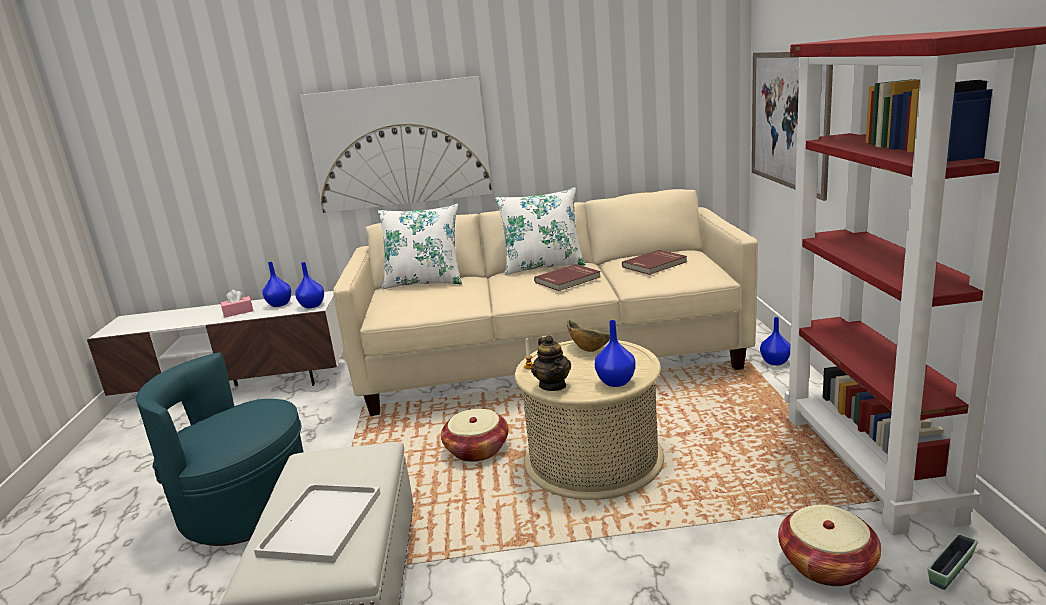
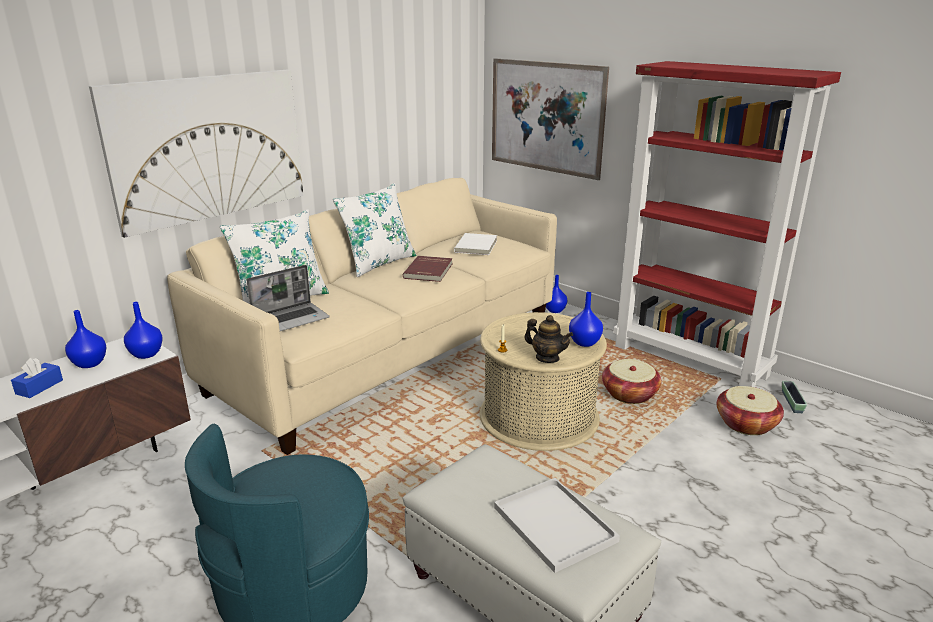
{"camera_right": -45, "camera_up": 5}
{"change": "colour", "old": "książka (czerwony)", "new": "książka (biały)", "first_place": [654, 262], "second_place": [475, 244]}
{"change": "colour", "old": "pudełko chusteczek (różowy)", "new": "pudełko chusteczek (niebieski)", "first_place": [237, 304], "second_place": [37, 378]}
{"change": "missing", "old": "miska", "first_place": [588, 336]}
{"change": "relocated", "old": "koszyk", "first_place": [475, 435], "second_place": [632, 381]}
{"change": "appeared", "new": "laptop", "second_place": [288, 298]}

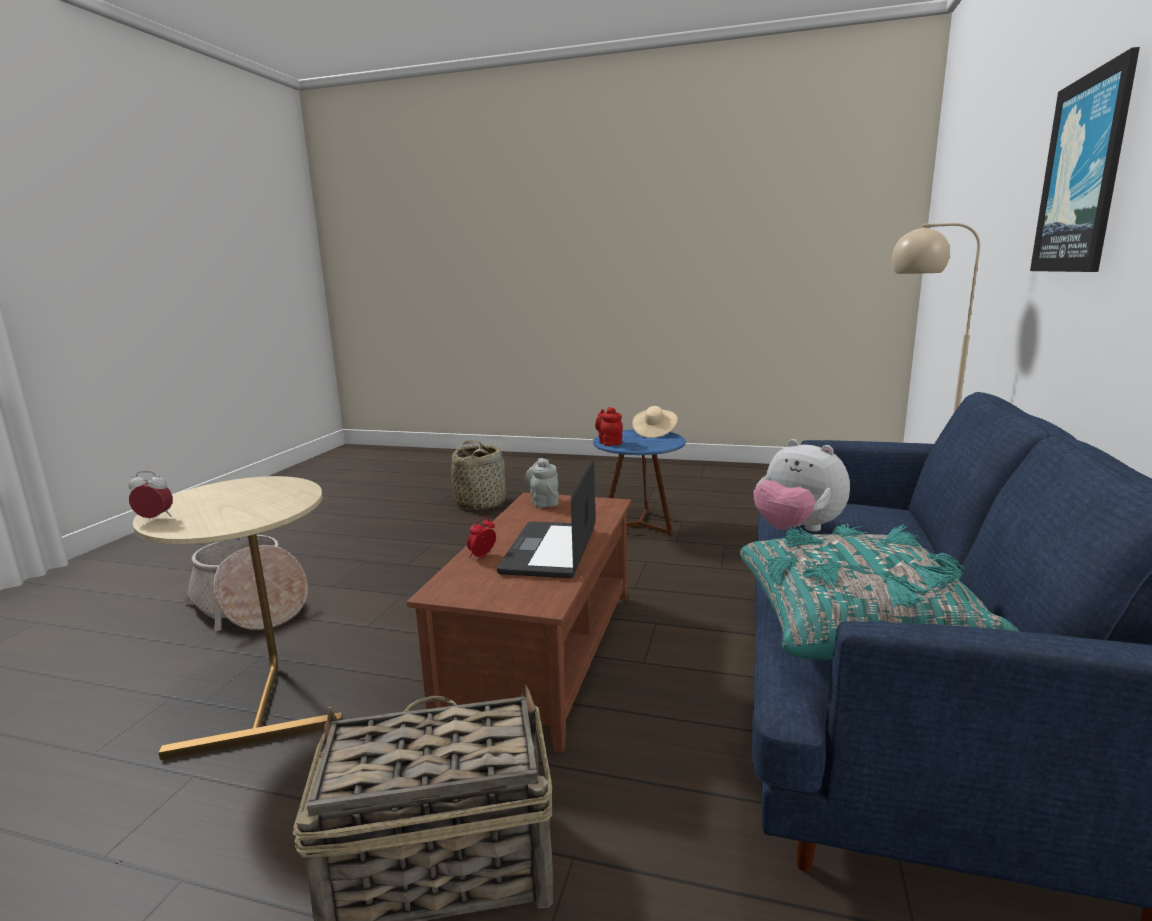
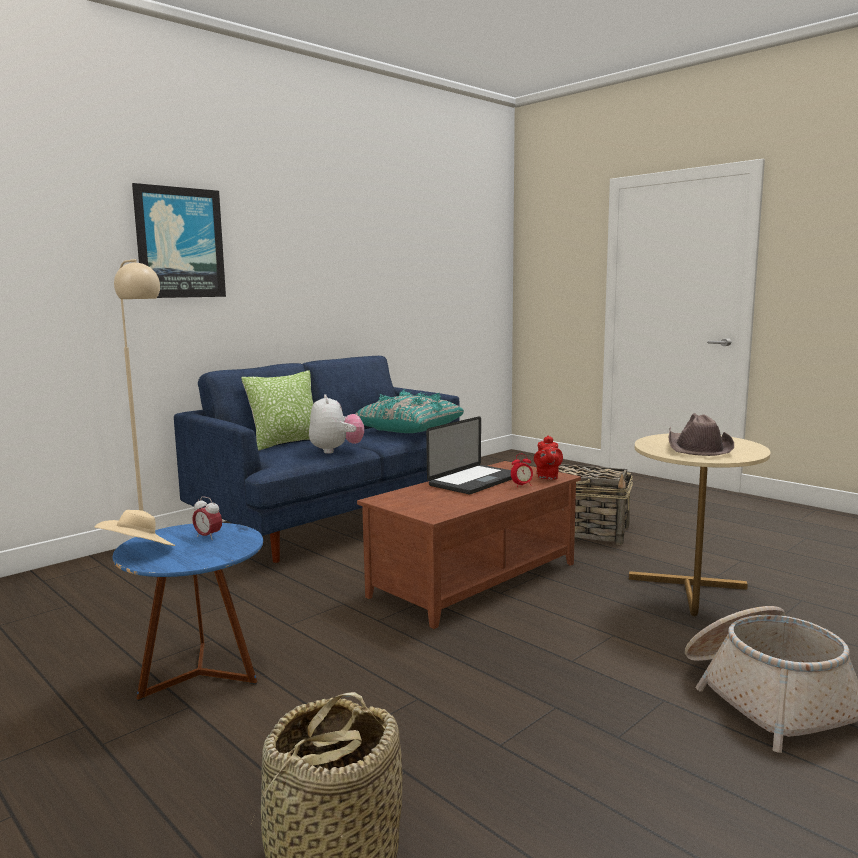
{"camera_right": -150, "camera_up": -5}
{"change": "relocated", "old": "imbryk (czerwony)", "first_place": [609, 426], "second_place": [548, 457]}
{"change": "missing", "old": "imbryk (szary)", "first_place": [542, 483]}
{"change": "relocated", "old": "budzik", "first_place": [150, 494], "second_place": [207, 518]}
{"change": "appeared", "new": "poduszka", "second_place": [277, 410]}
{"change": "appeared", "new": "kapelusz (brązowy)", "second_place": [701, 434]}

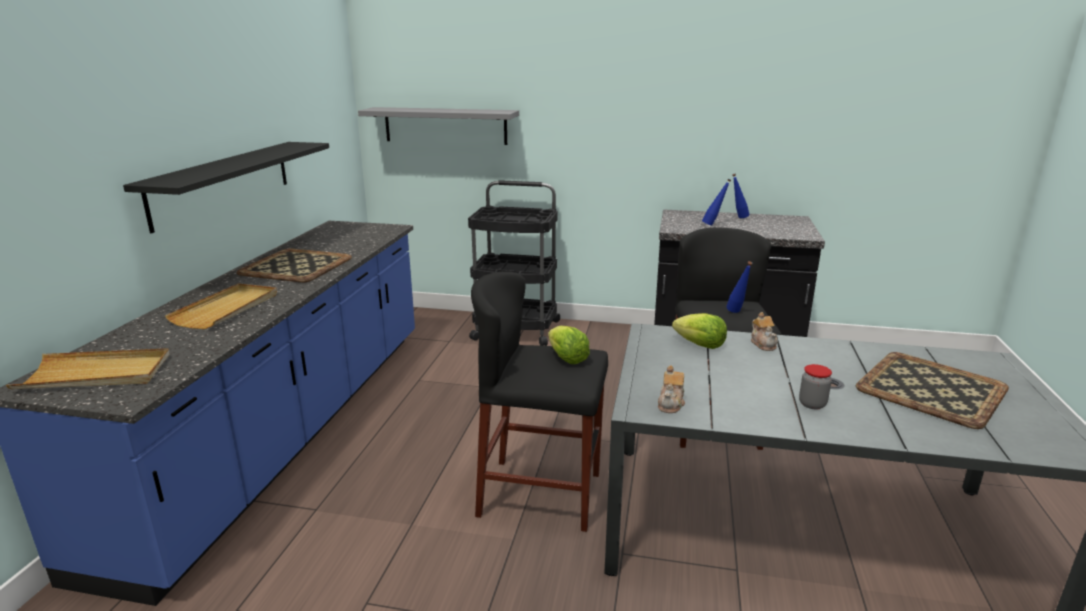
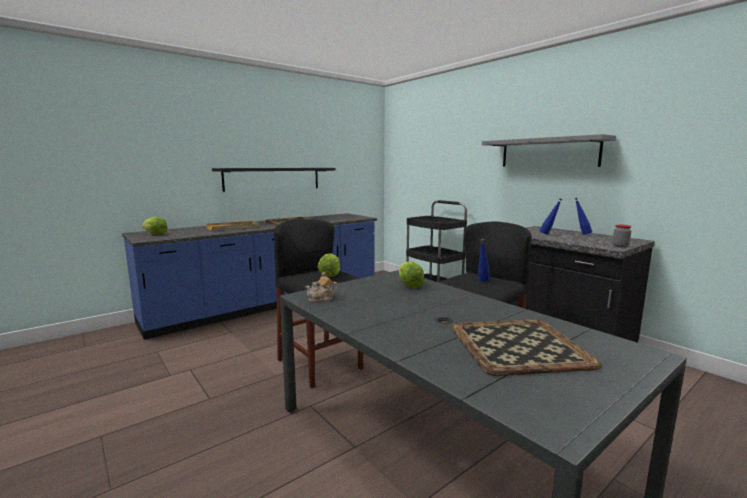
{"camera_right": 40, "camera_up": -10}
{"change": "relocated", "old": "półka (szary)", "first_place": [438, 126], "second_place": [549, 150]}
{"change": "missing", "old": "imbryk", "first_place": [764, 331]}
{"change": "exchanged", "old": "taca (beżowy)", "new": "sałata", "first_place": [88, 368], "second_place": [155, 226]}
{"change": "relocated", "old": "słoik", "first_place": [815, 386], "second_place": [622, 236]}

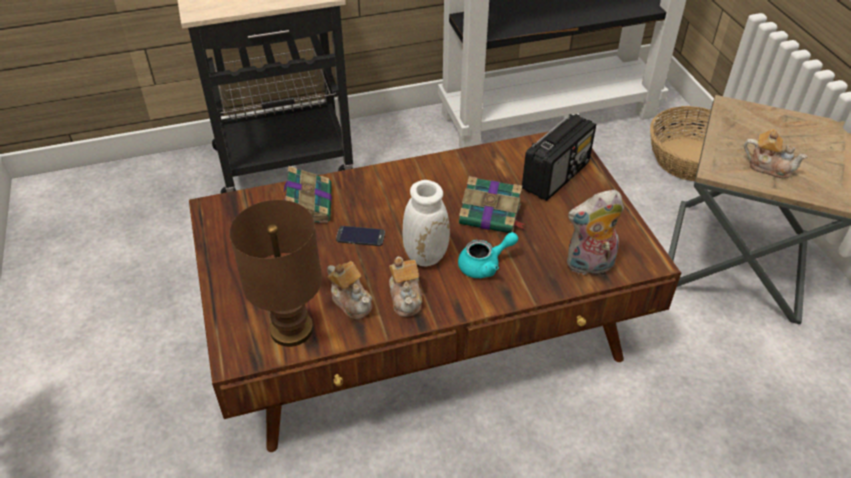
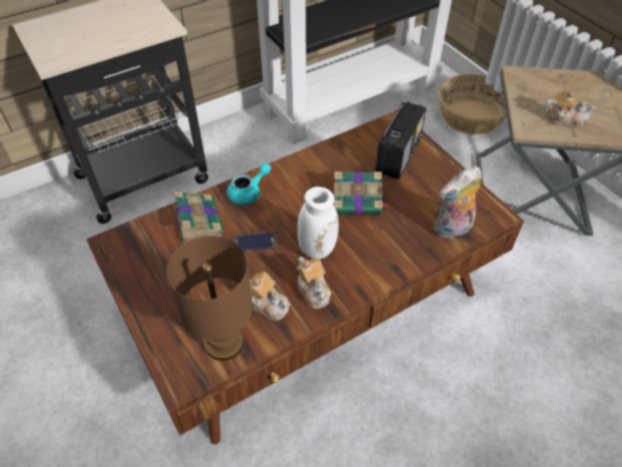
{"camera_right": -15, "camera_up": 5}
{"change": "relocated", "old": "imbryk (turkusowy)", "first_place": [488, 255], "second_place": [249, 184]}

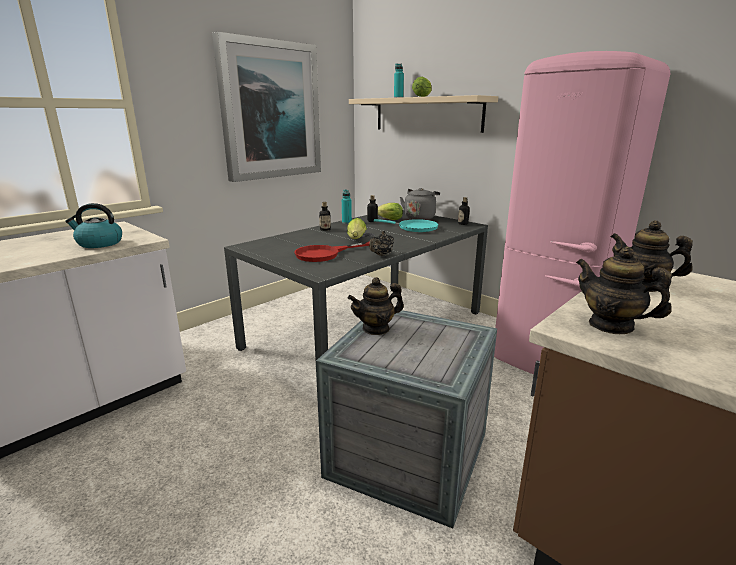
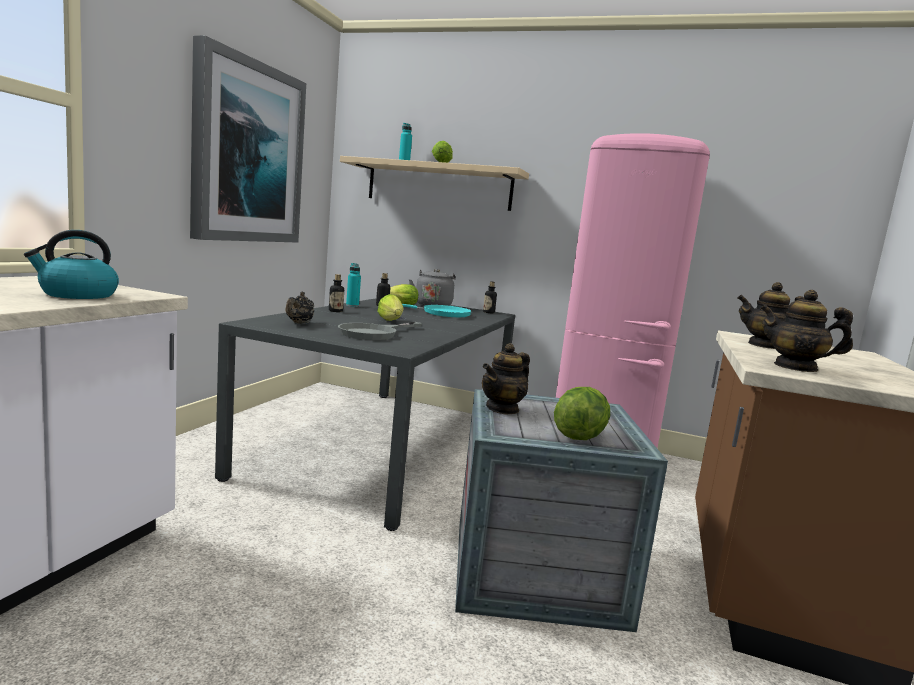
{"camera_right": -25, "camera_up": -10}
{"change": "relocated", "old": "imbryk (czarny)", "first_place": [381, 243], "second_place": [300, 308]}
{"change": "colour", "old": "patelnia (czerwony)", "new": "patelnia (szary)", "first_place": [332, 251], "second_place": [380, 331]}
{"change": "appeared", "new": "sałata", "second_place": [582, 413]}

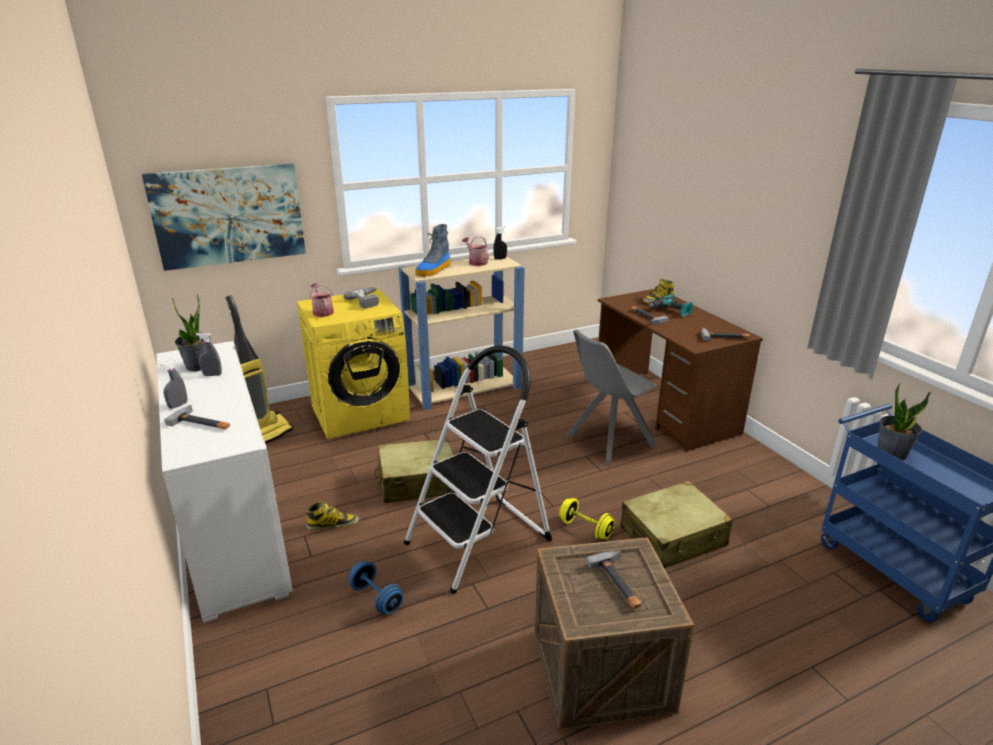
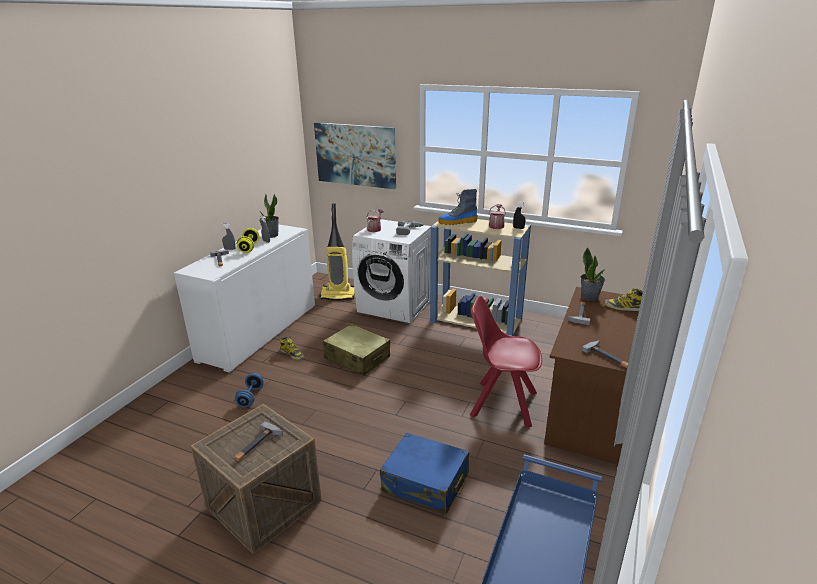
{"camera_right": 50, "camera_up": 0}
{"change": "colour", "old": "pralka (żółty)", "new": "pralka (biały)", "first_place": [353, 364], "second_place": [391, 271]}
{"change": "missing", "old": "wiertarka", "first_place": [671, 305]}
{"change": "colour", "old": "krzesło (szary)", "new": "krzesło (czerwony)", "first_place": [611, 397], "second_place": [506, 362]}
{"change": "missing", "old": "drabinka", "first_place": [477, 470]}
{"change": "relocated", "old": "roślina doniczkowa", "first_place": [904, 422], "second_place": [593, 274]}
{"change": "colour", "old": "walizka (beżowy)", "new": "walizka (niebieski)", "first_place": [676, 524], "second_place": [424, 473]}
{"change": "relocated", "old": "hantel (żółty)", "first_place": [587, 518], "second_place": [247, 240]}

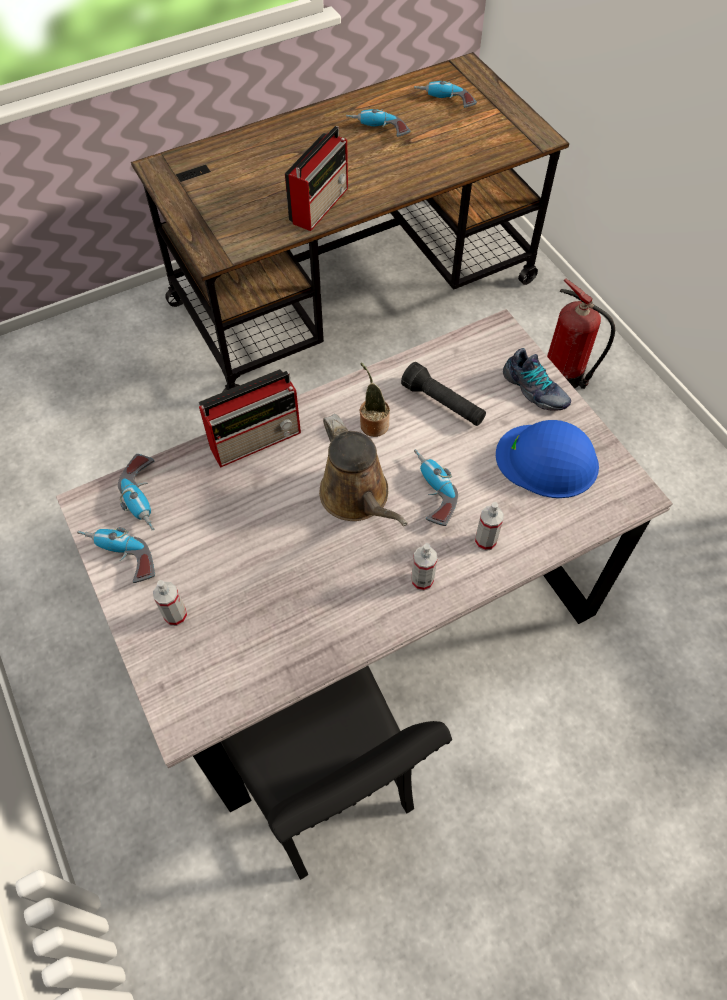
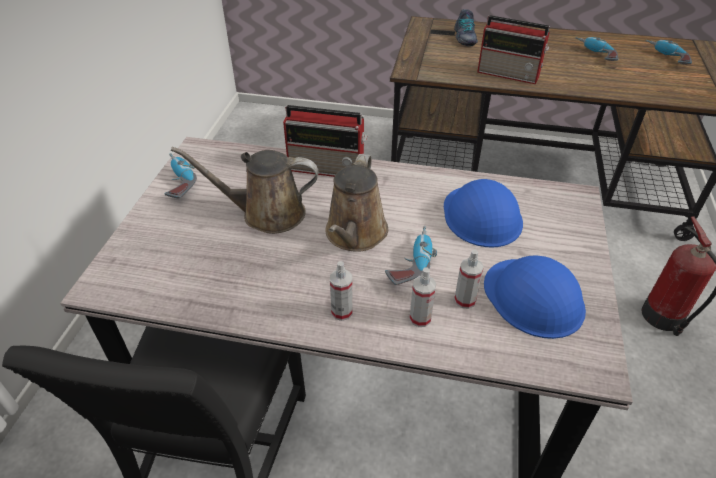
{"camera_right": 40, "camera_up": -15}
{"change": "spun", "old": "radio", "first_place": [316, 178], "second_place": [513, 49], "degrees": 45}
{"change": "relocated", "old": "but", "first_place": [537, 379], "second_place": [466, 27]}
{"change": "exchanged", "old": "latarka (czarny)", "new": "kask (niebieski)", "first_place": [443, 394], "second_place": [483, 213]}
{"change": "missing", "old": "roślina doniczkowa", "first_place": [375, 400]}
{"change": "missing", "old": "wiertarka", "first_place": [136, 492]}
{"change": "relocated", "old": "spryskiwacz", "first_place": [170, 603], "second_place": [469, 279]}
{"change": "appeared", "new": "konewka (brązowy)", "second_place": [244, 190]}

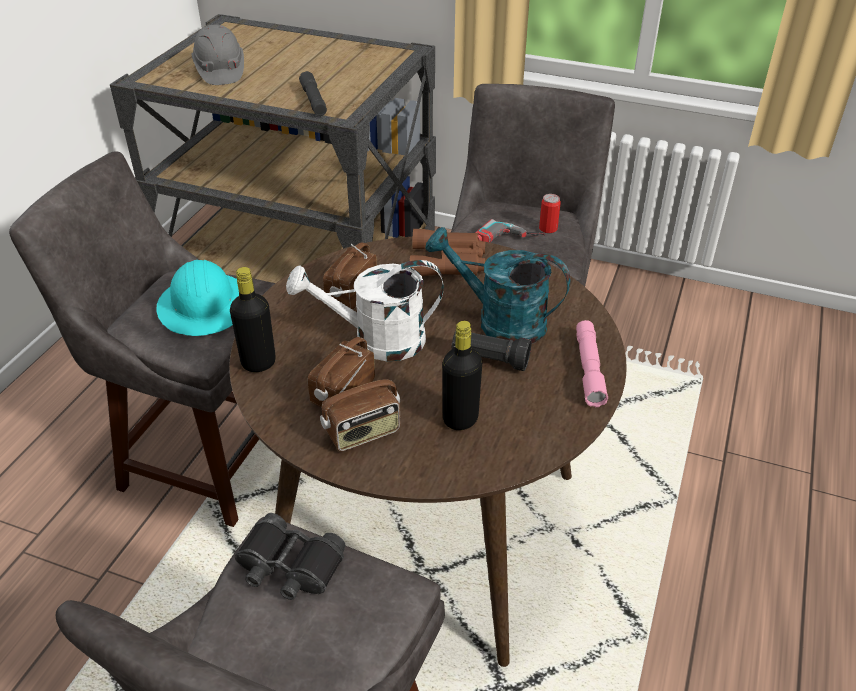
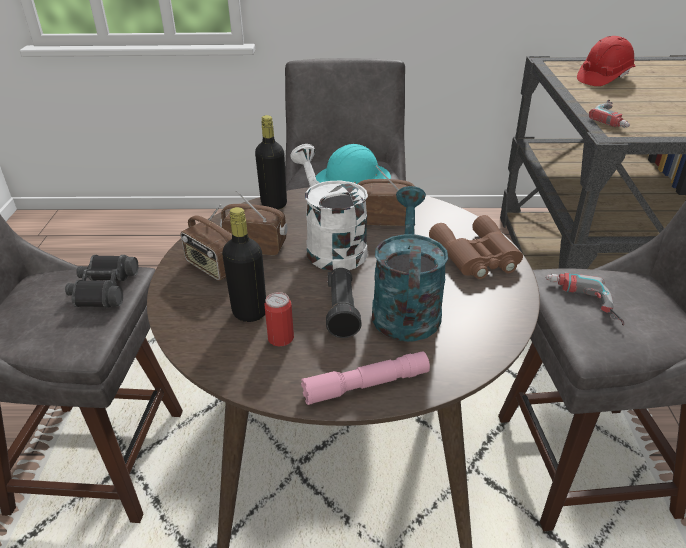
{"camera_right": 70, "camera_up": -5}
{"change": "colour", "old": "kask (szary)", "new": "kask (czerwony)", "first_place": [217, 54], "second_place": [606, 61]}
{"change": "exchanged", "old": "latarka (szary)", "new": "wiertarka", "first_place": [313, 93], "second_place": [609, 114]}
{"change": "relocated", "old": "puszka", "first_place": [550, 213], "second_place": [279, 319]}

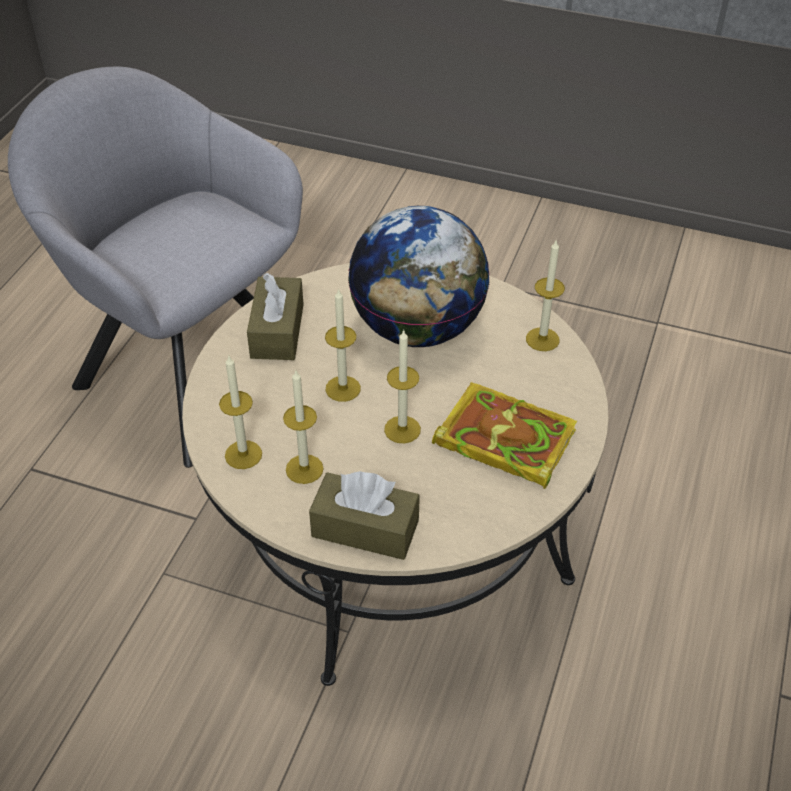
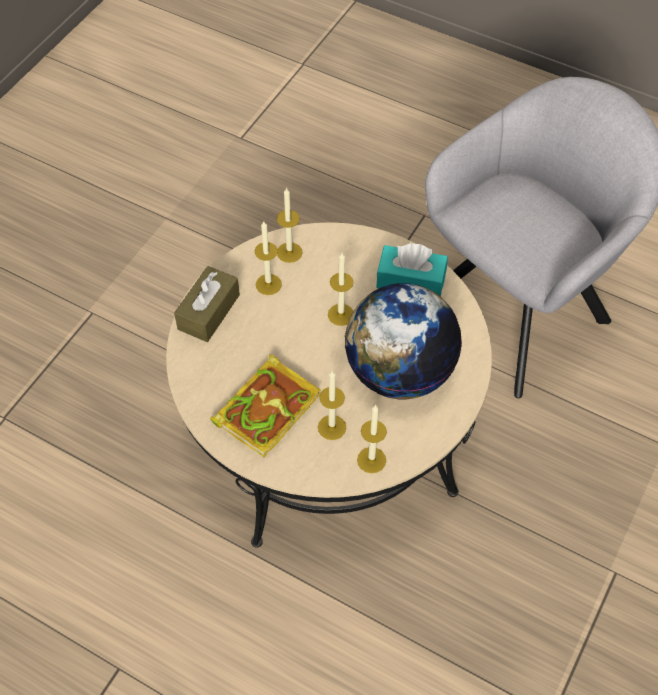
{"camera_right": 100, "camera_up": 10}
{"change": "colour", "old": "pudełko chusteczek (brązowy)", "new": "pudełko chusteczek (turkusowy)", "first_place": [275, 316], "second_place": [412, 270]}
{"change": "relocated", "old": "świeca", "first_place": [402, 386], "second_place": [332, 405]}

